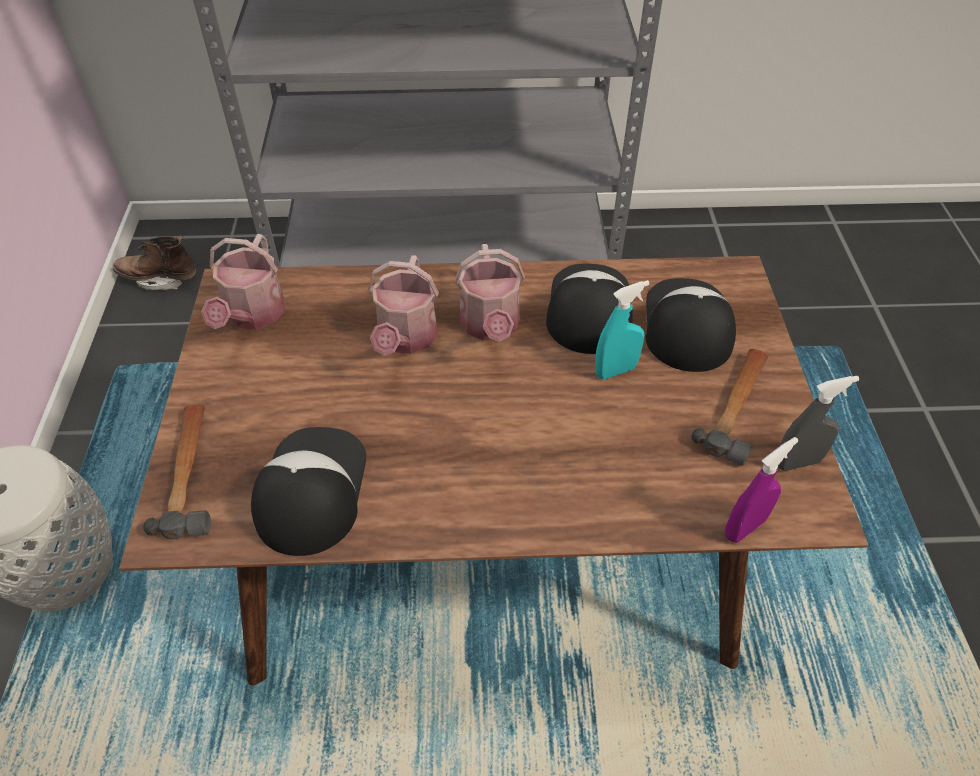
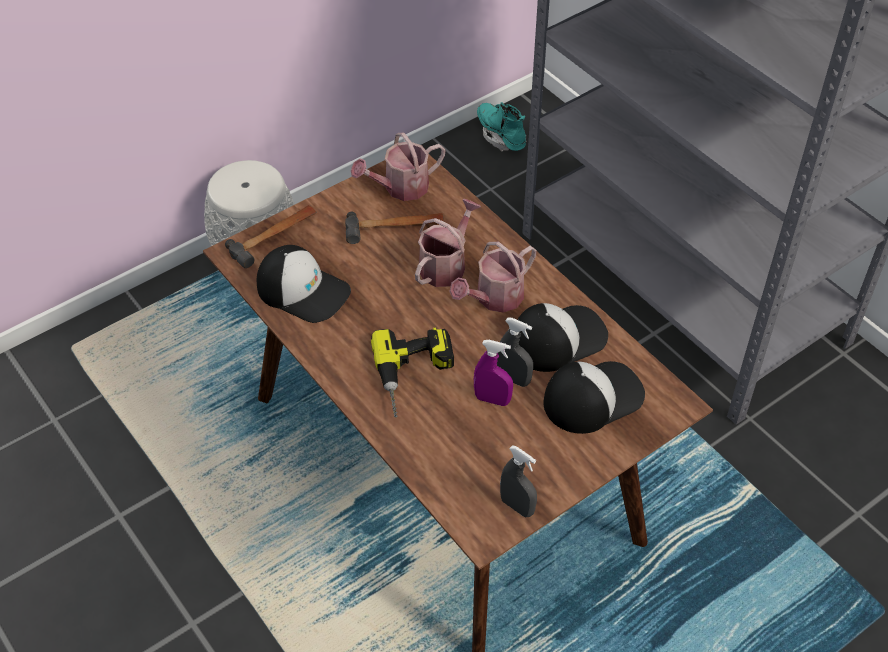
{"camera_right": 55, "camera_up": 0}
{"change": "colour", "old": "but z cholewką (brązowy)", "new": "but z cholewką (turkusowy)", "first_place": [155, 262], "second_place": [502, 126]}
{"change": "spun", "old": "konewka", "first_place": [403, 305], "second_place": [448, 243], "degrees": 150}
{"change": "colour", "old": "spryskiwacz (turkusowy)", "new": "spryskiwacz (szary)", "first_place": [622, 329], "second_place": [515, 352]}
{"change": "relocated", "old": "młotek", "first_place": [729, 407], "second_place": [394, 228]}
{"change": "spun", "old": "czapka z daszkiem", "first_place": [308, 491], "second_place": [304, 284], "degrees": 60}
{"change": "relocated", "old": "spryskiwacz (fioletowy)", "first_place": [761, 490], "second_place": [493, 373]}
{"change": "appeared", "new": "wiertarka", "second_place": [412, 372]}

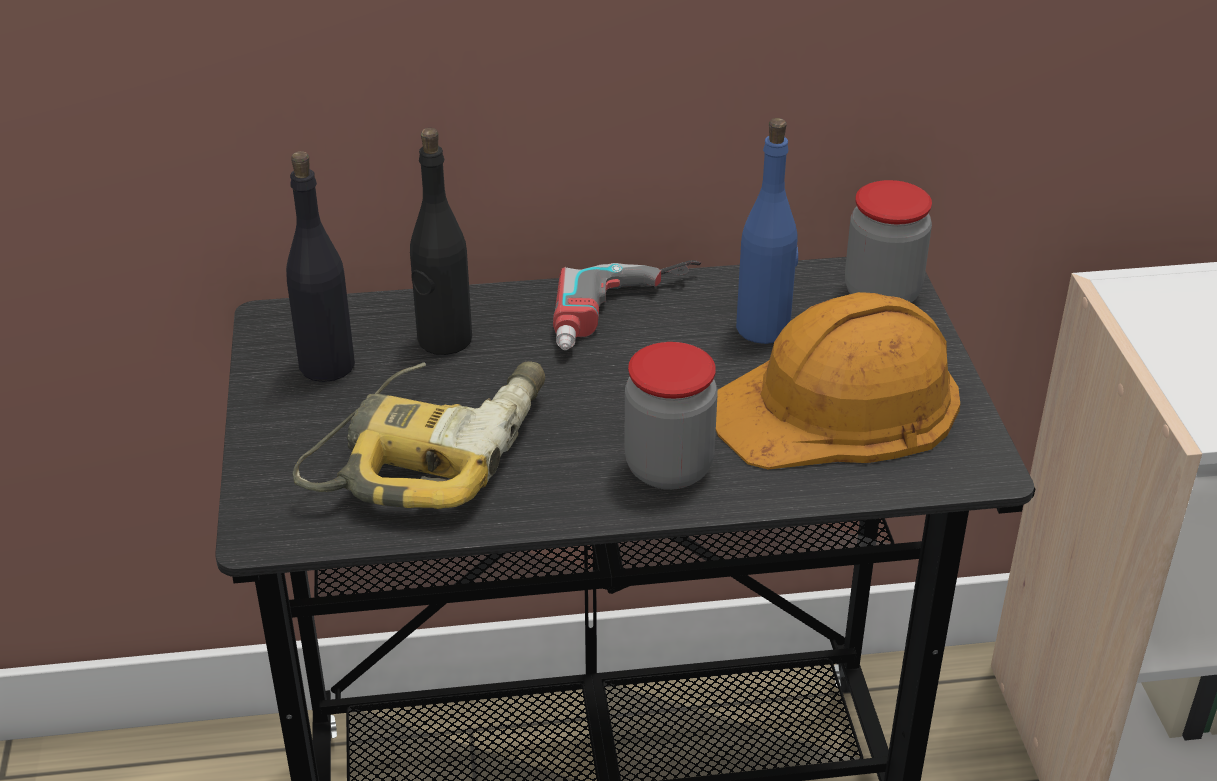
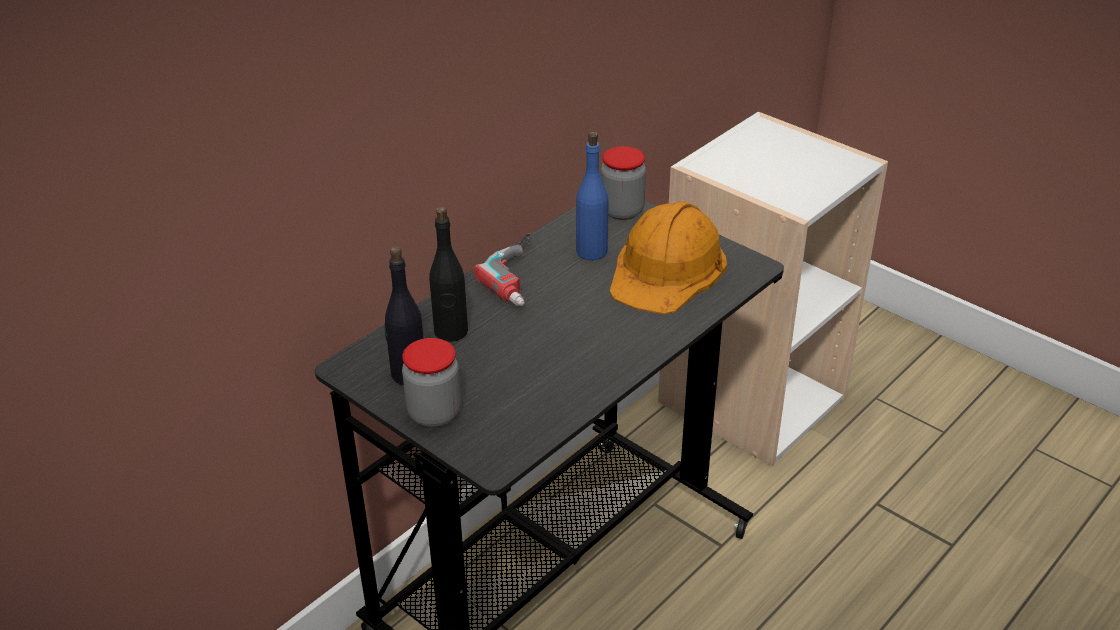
{"camera_right": -40, "camera_up": 0}
{"change": "relocated", "old": "słoik", "first_place": [671, 416], "second_place": [431, 382]}
{"change": "missing", "old": "wiertarka", "first_place": [419, 435]}

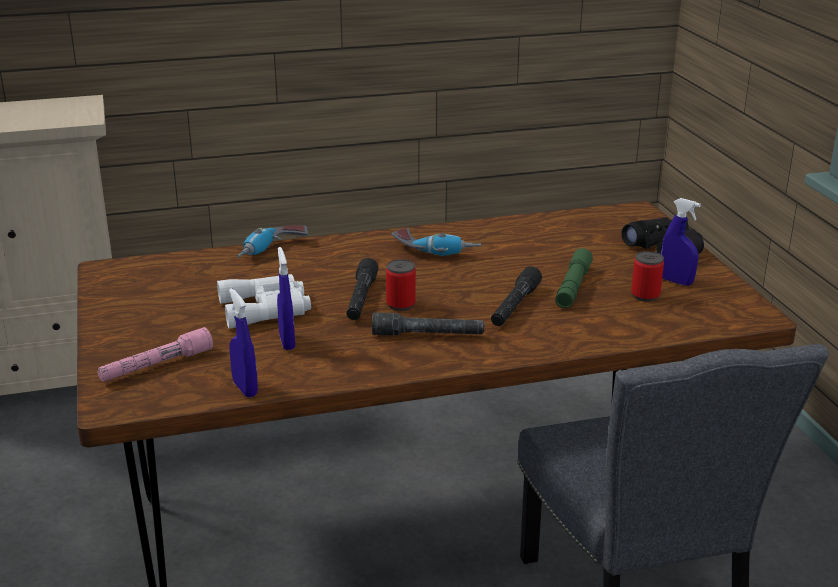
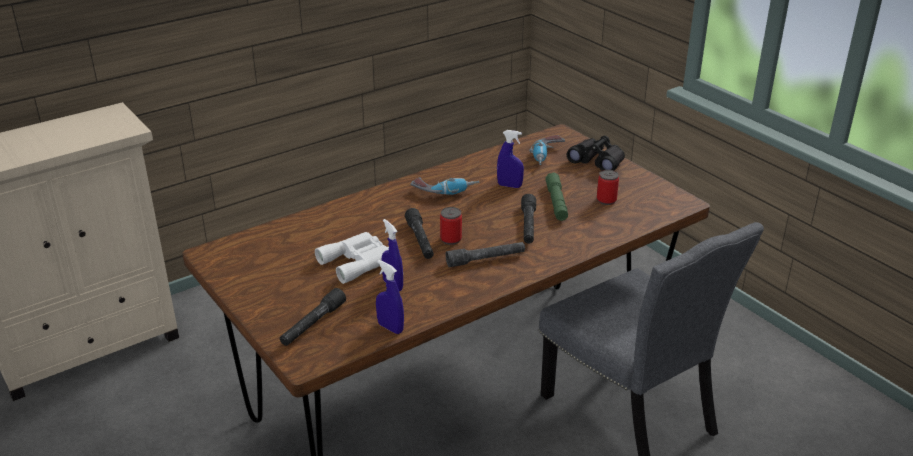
{"camera_right": -20, "camera_up": 5}
{"change": "relocated", "old": "spryskiwacz (niebieski)", "first_place": [681, 242], "second_place": [510, 159]}
{"change": "relocated", "old": "wiertarka", "first_place": [272, 241], "second_place": [547, 150]}
{"change": "colour", "old": "latarka (różowy)", "new": "latarka (czarny)", "first_place": [155, 354], "second_place": [313, 317]}

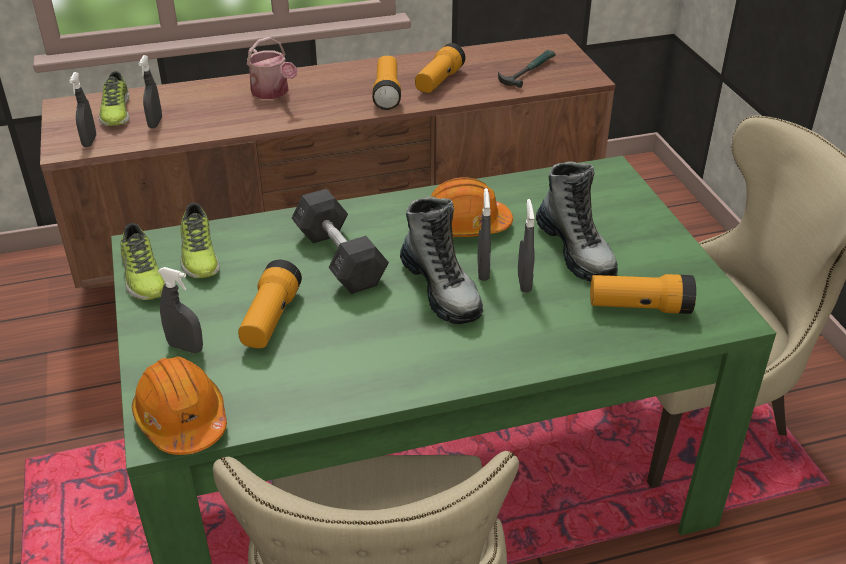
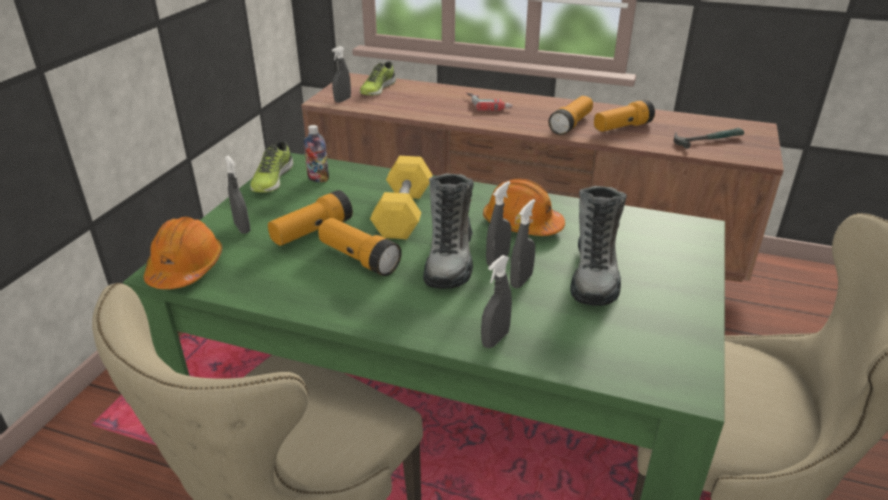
{"camera_right": 35, "camera_up": -5}
{"change": "exchanged", "old": "konewka", "new": "wiertarka", "first_place": [272, 68], "second_place": [489, 101]}
{"change": "relocated", "old": "spryskiwacz (szary)", "first_place": [150, 91], "second_place": [496, 301]}
{"change": "colour", "old": "hantel (szary)", "new": "hantel (żółty)", "first_place": [340, 241], "second_place": [401, 197]}
{"change": "exchanged", "old": "but", "new": "butelka", "first_place": [200, 240], "second_place": [316, 153]}
{"change": "relocated", "old": "latarka", "first_place": [643, 294], "second_place": [359, 247]}

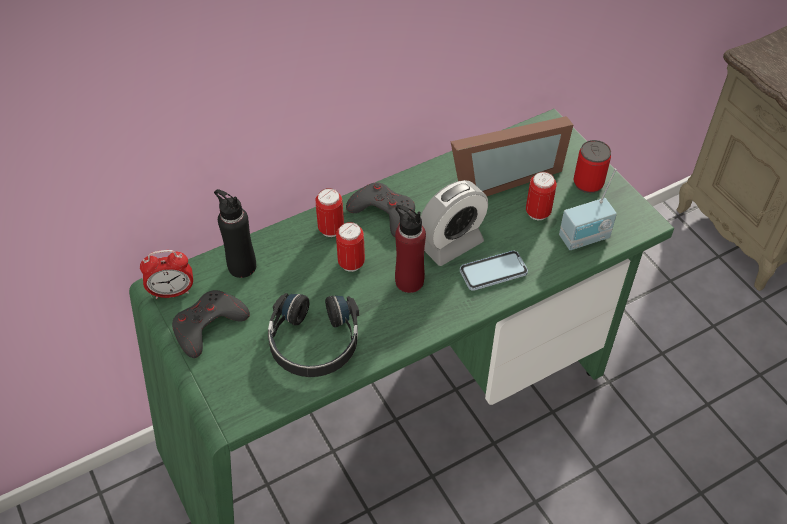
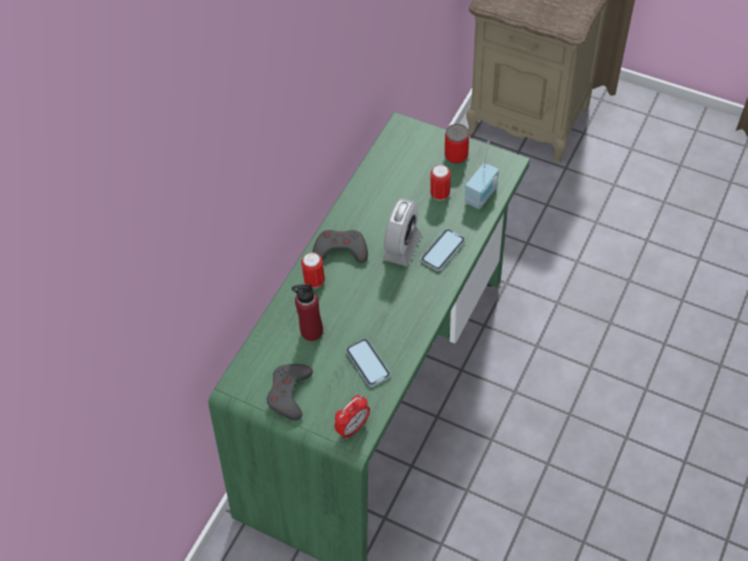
{"camera_right": -30, "camera_up": 5}
{"change": "missing", "old": "ramka na zdjęcie", "first_place": [511, 156]}
{"change": "missing", "old": "butelka (czarny)", "first_place": [235, 233]}
{"change": "relocated", "old": "butelka (czerwony)", "first_place": [410, 249], "second_place": [307, 312]}
{"change": "missing", "old": "puszka", "first_place": [350, 247]}
{"change": "relocated", "old": "budzik", "first_place": [166, 274], "second_place": [352, 417]}
{"change": "exchanged", "old": "słuchawki (czarny)", "new": "telefon", "first_place": [313, 335], "second_place": [368, 362]}

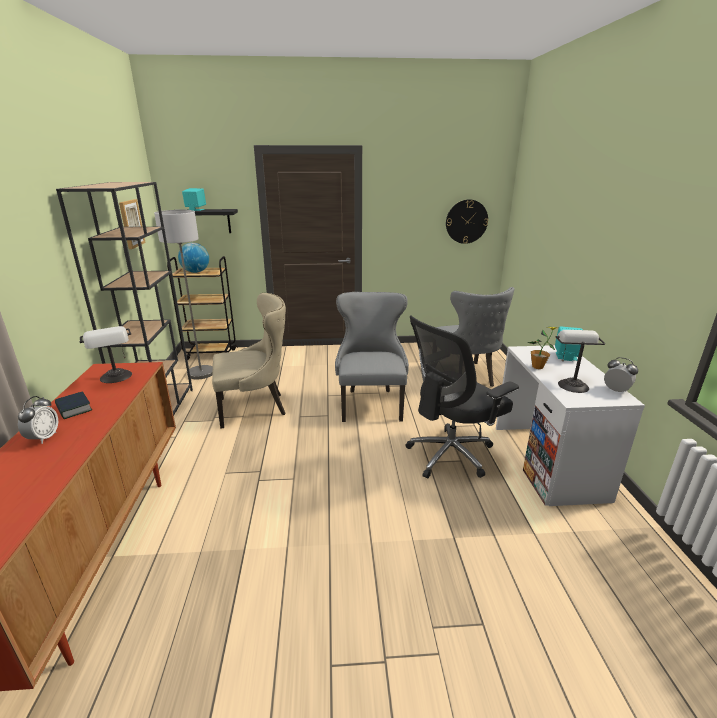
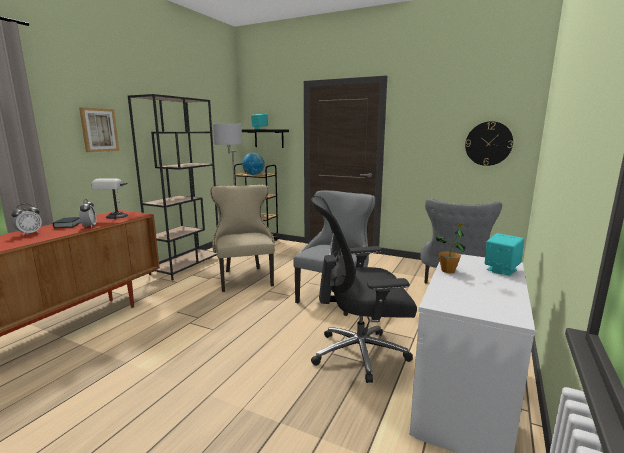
{"camera_right": 30, "camera_up": -10}
{"change": "relocated", "old": "obraz", "first_place": [132, 224], "second_place": [99, 129]}
{"change": "spun", "old": "krzesło (beżowy)", "first_place": [249, 361], "second_place": [242, 238], "degrees": -120}
{"change": "missing", "old": "lampa stołowa", "first_place": [580, 361]}
{"change": "relocated", "old": "budzik", "first_place": [621, 374], "second_place": [88, 213]}

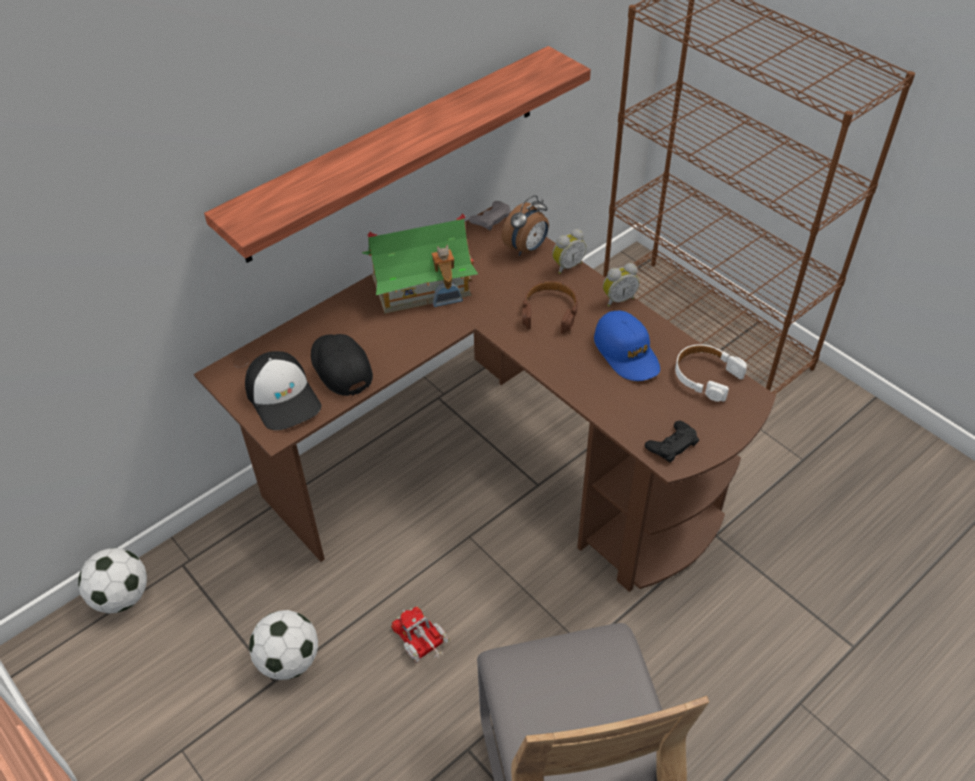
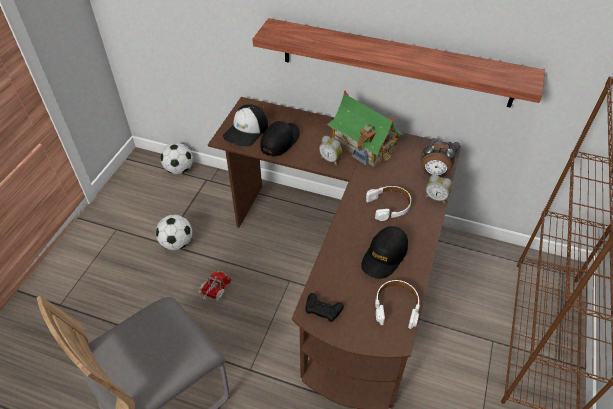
{"camera_right": 60, "camera_up": 0}
{"change": "relocated", "old": "budzik", "first_place": [621, 285], "second_place": [330, 151]}
{"change": "colour", "old": "słuchawki (brązowy)", "new": "słuchawki (biały)", "first_place": [549, 307], "second_place": [388, 203]}
{"change": "colour", "old": "czapka z daszkiem (niebieski)", "new": "czapka z daszkiem (czarny)", "first_place": [627, 346], "second_place": [384, 252]}

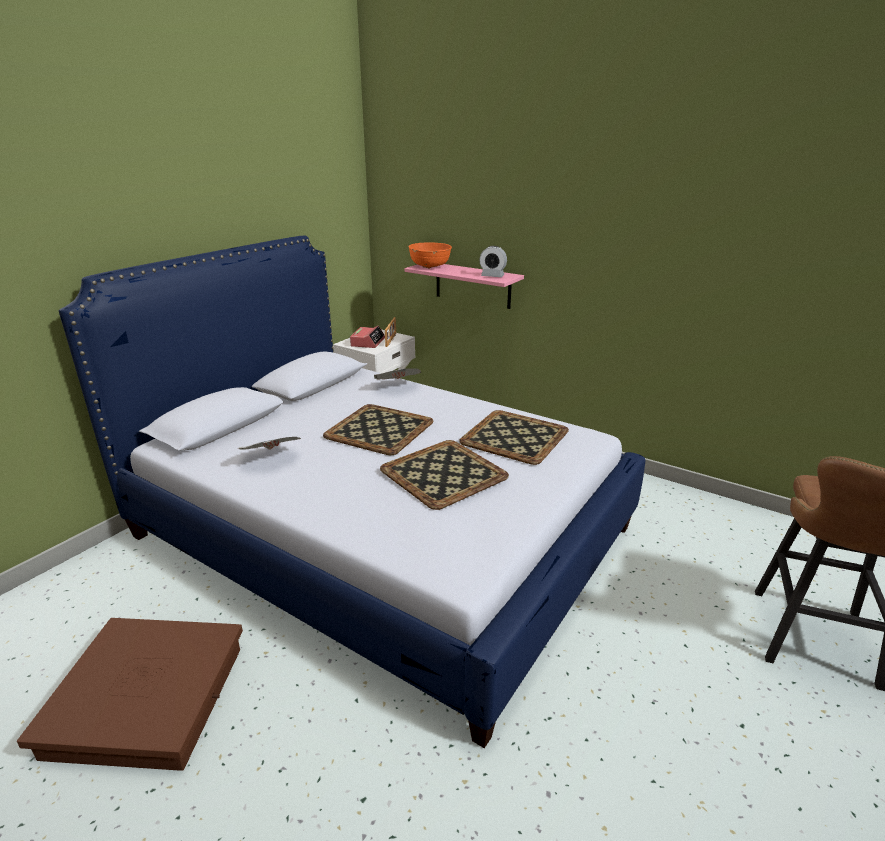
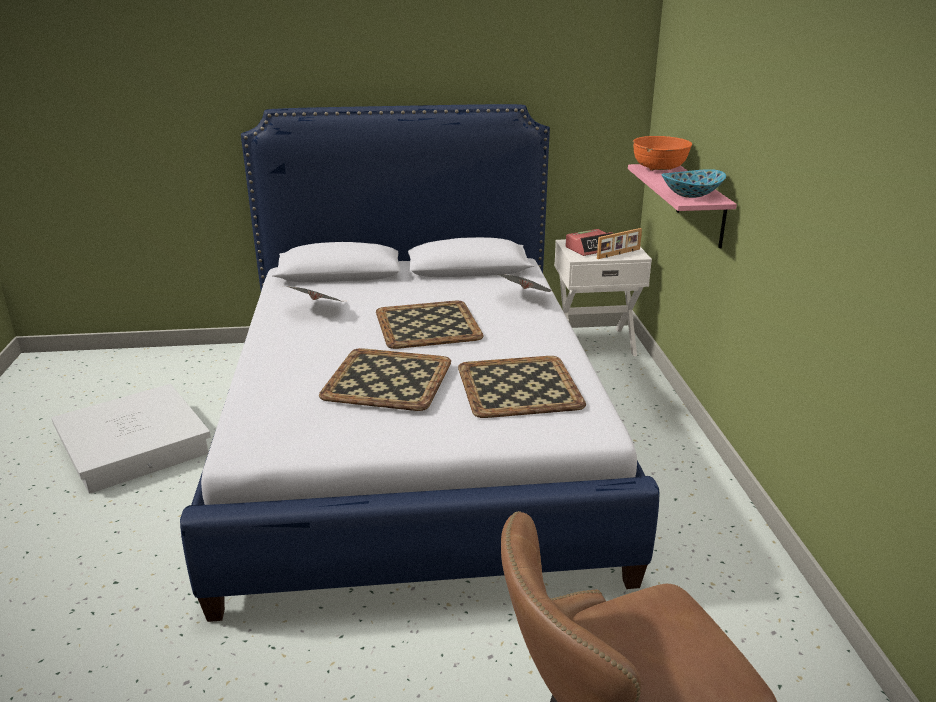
{"camera_right": 50, "camera_up": 0}
{"change": "exchanged", "old": "budzik", "new": "miska", "first_place": [493, 261], "second_place": [693, 183]}
{"change": "colour", "old": "pojemnik do przechowywania (brązowy)", "new": "pojemnik do przechowywania (biały)", "first_place": [130, 694], "second_place": [131, 439]}

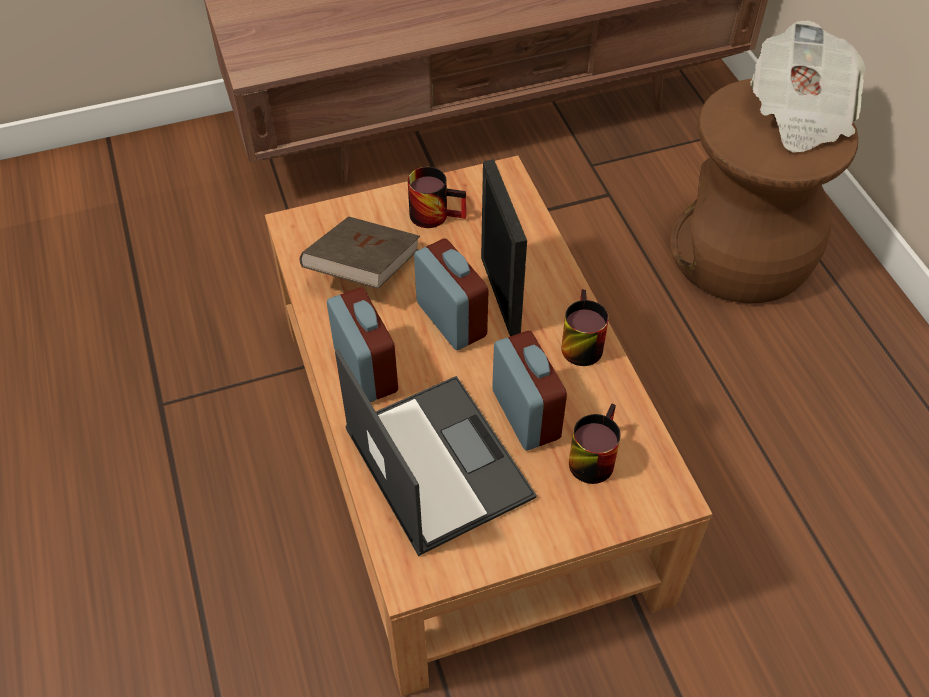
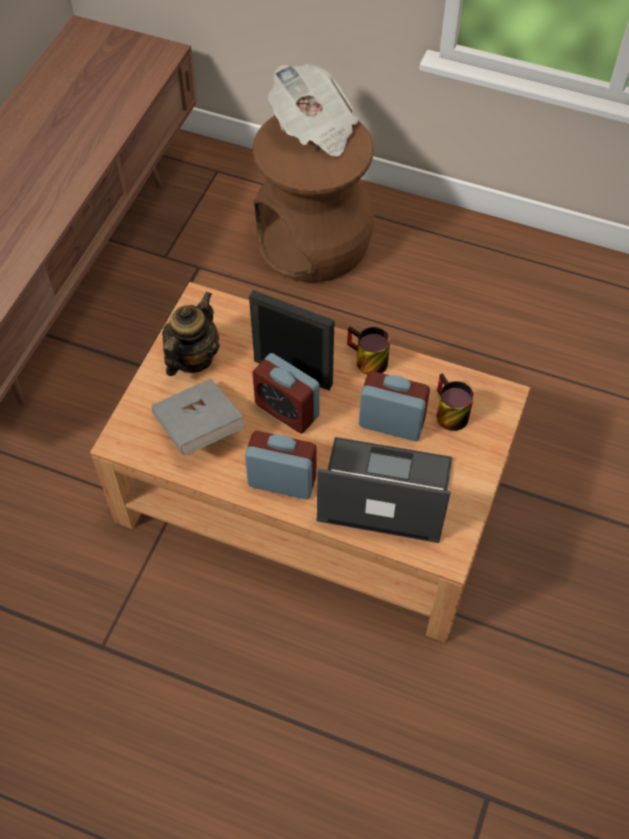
{"camera_right": -50, "camera_up": 5}
{"change": "exchanged", "old": "kubek", "new": "imbryk", "first_place": [437, 197], "second_place": [191, 334]}
{"change": "colour", "old": "książka (brązowy)", "new": "książka (szary)", "first_place": [360, 252], "second_place": [199, 417]}
{"change": "spun", "old": "budzik", "first_place": [451, 294], "second_place": [286, 393], "degrees": -150}

